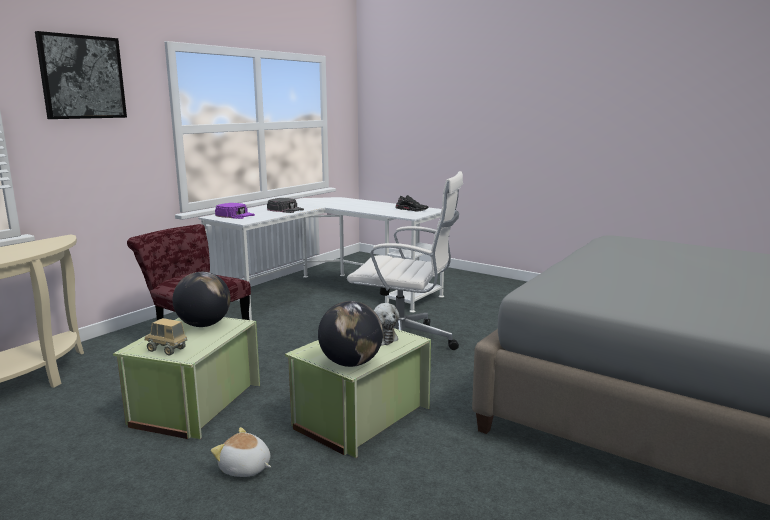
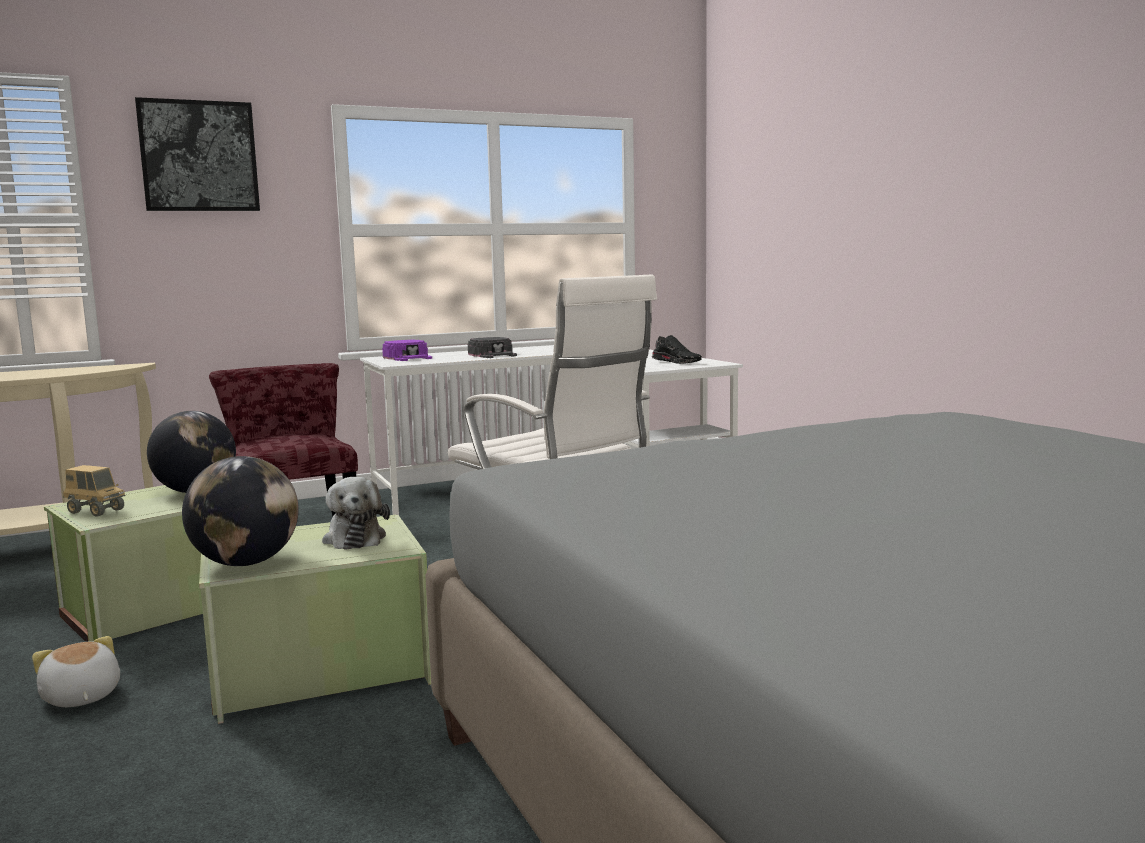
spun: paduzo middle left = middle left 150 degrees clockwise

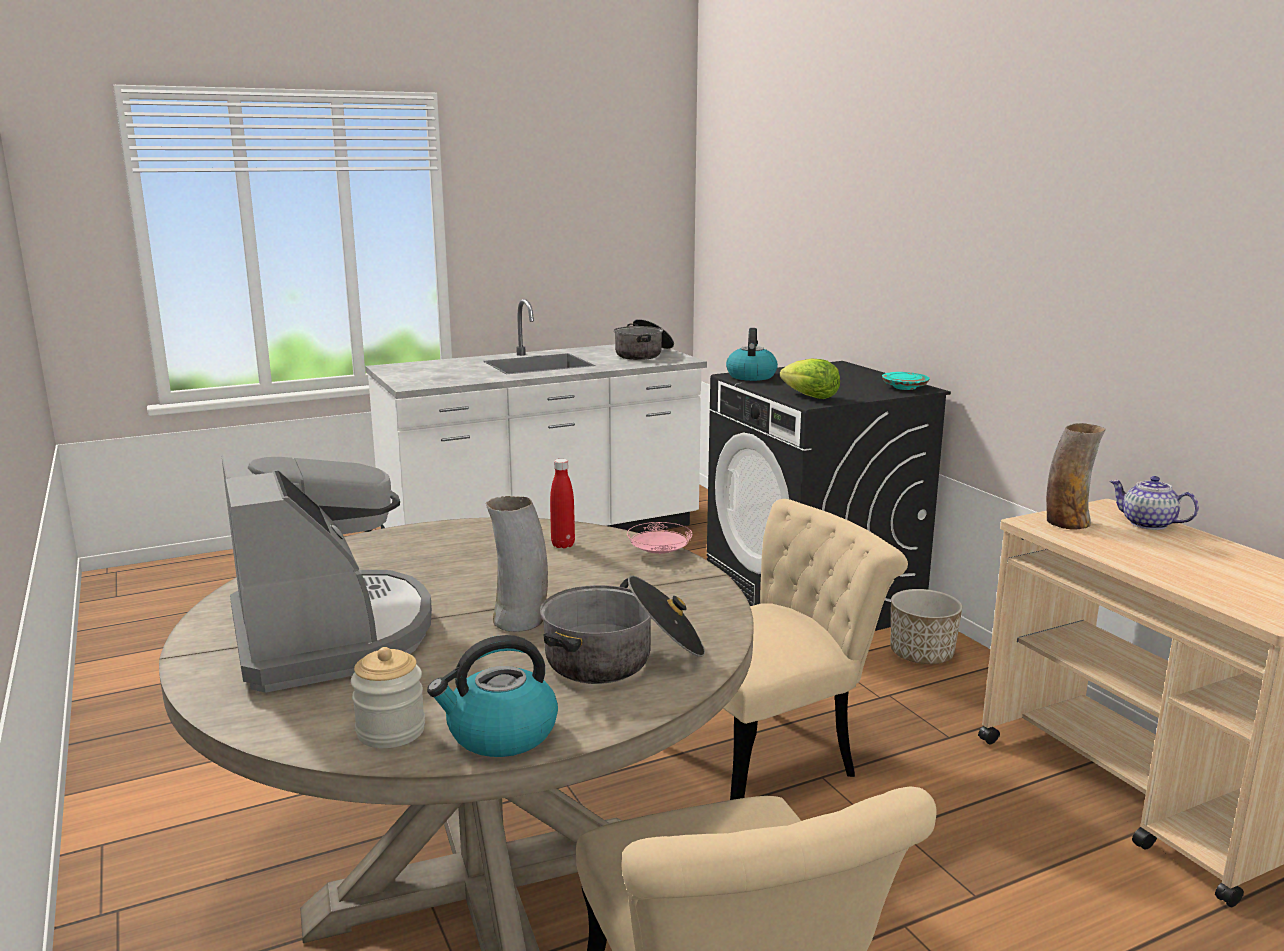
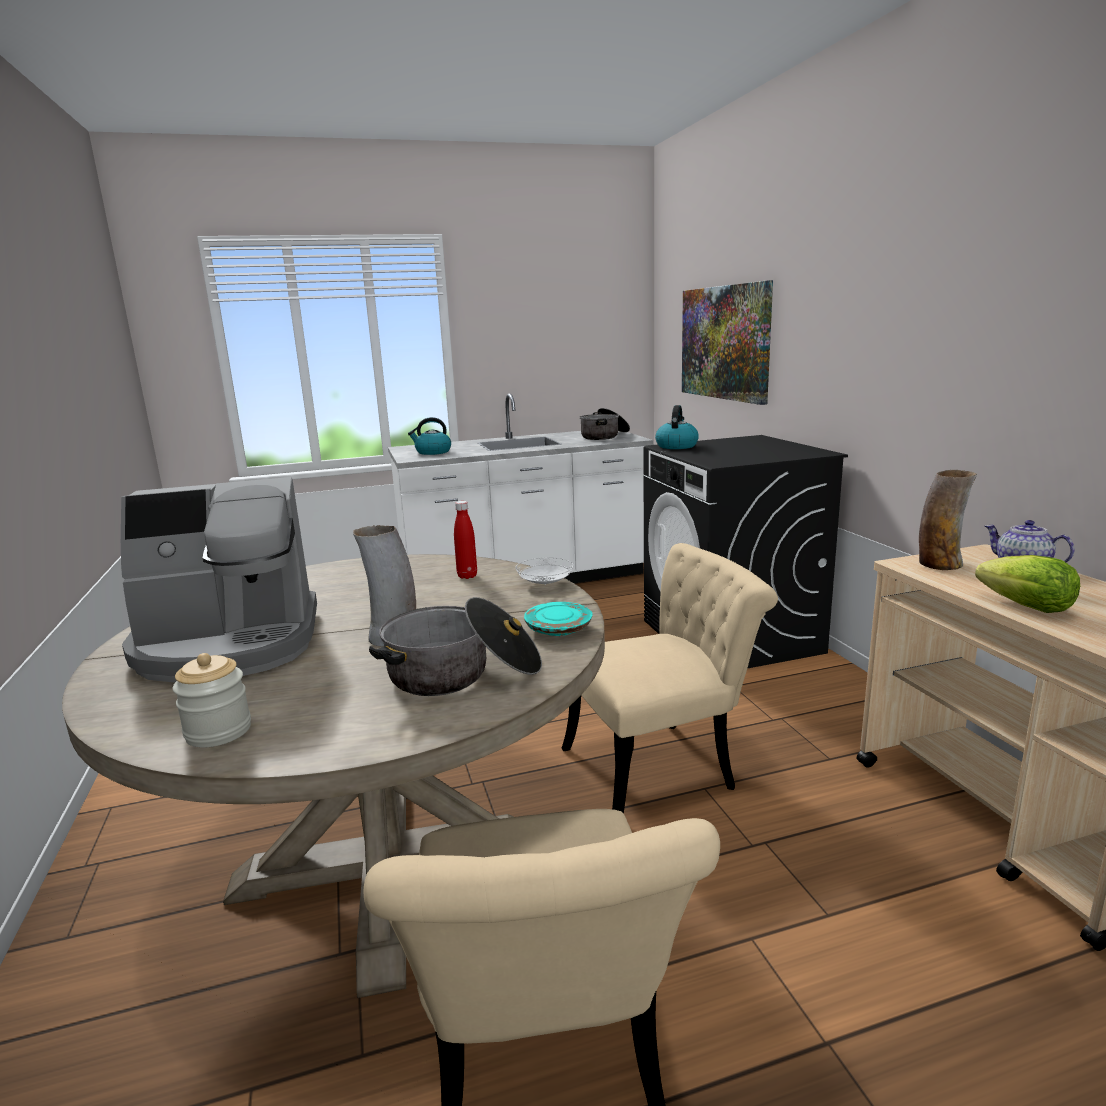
missing: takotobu middle right
appeared: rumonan top centre
relocated: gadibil centre to middle right; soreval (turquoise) middle right to centre; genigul (no. 1 from left) bottom centre to centre
colour: soreval (pink) centre to soreval (white) centre
spun: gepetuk middle left = middle left 90 degrees clockwise

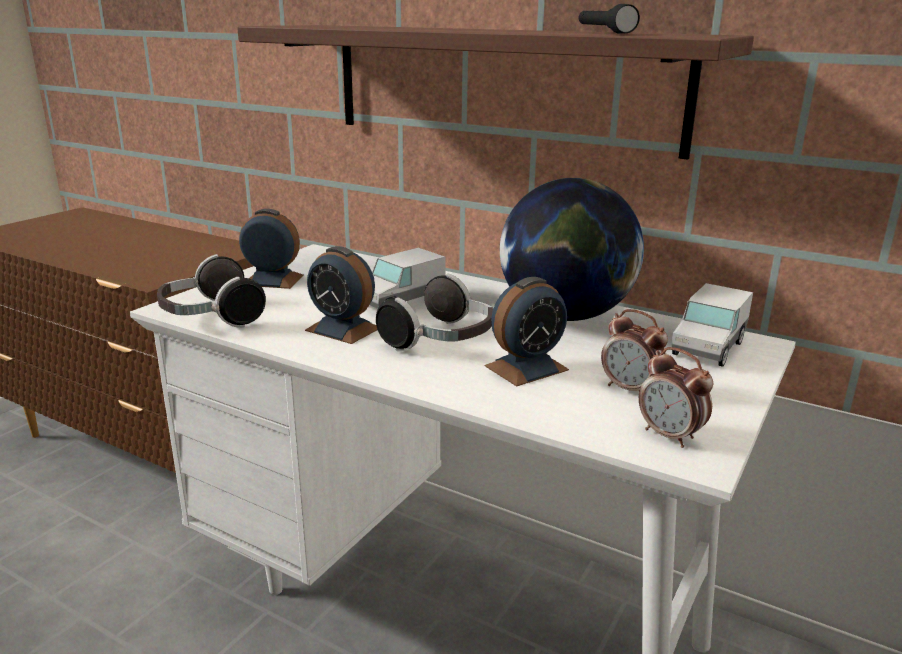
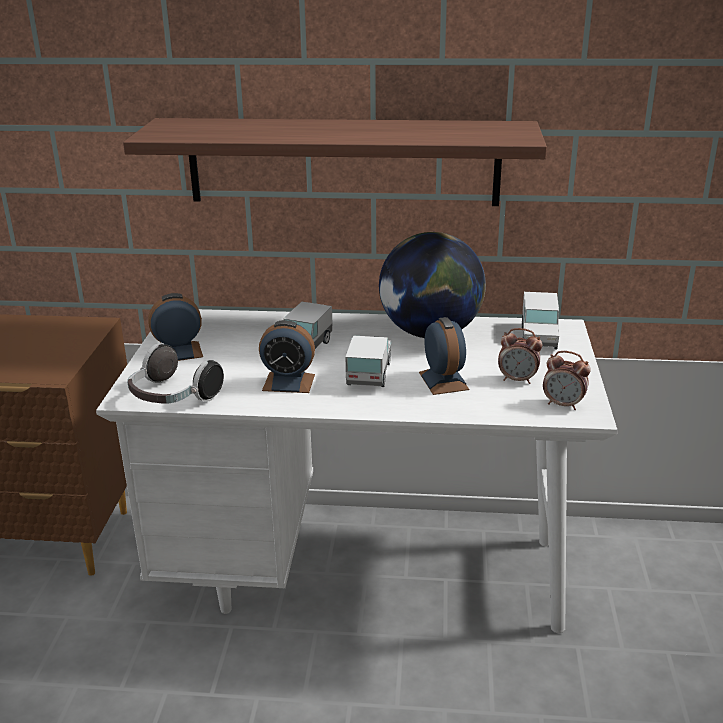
missing: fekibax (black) top right
exchanged: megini (no. 2 from left) centre to paduzo (no. 2 from left) centre
spun: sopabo (no. 3 from left) centre = centre 45 degrees counterclockwise

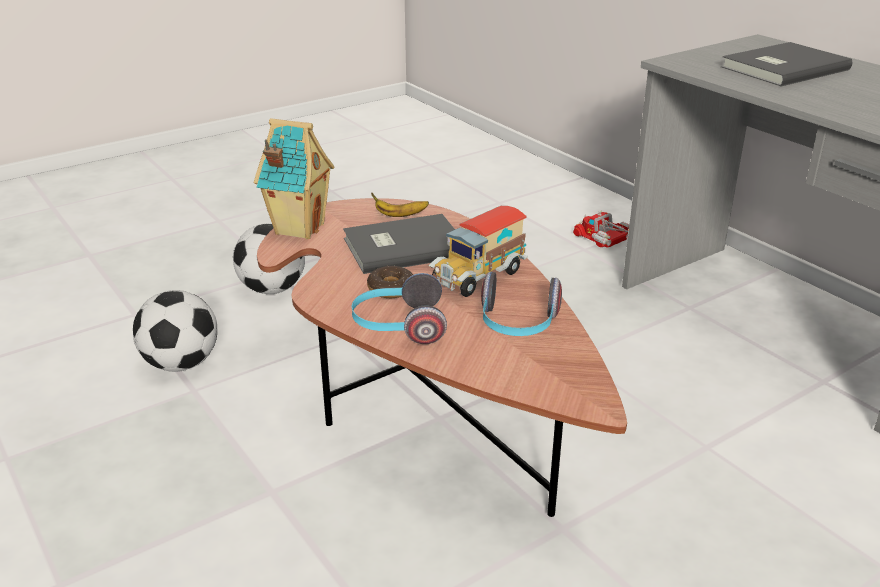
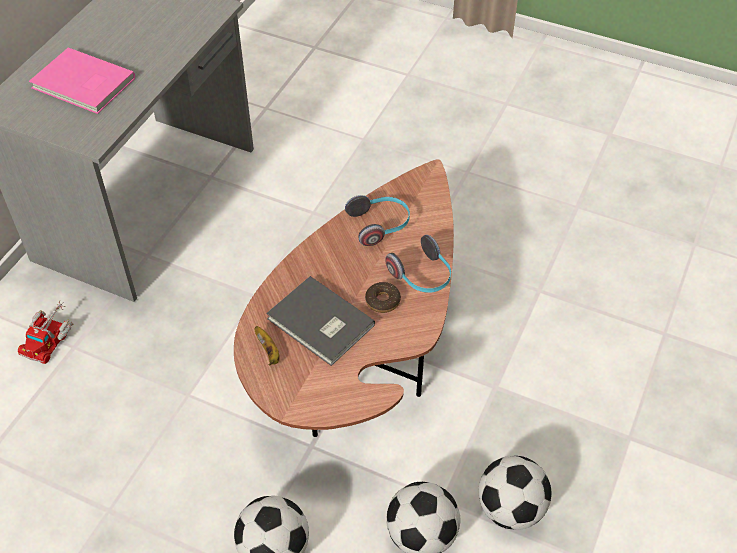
missing: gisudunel top centre; paduzo (no. 1 from left) centre
appeared: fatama (no. 3 from left) bottom right
colour: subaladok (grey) (no. 2 from left) top right to subaladok (pink) top left

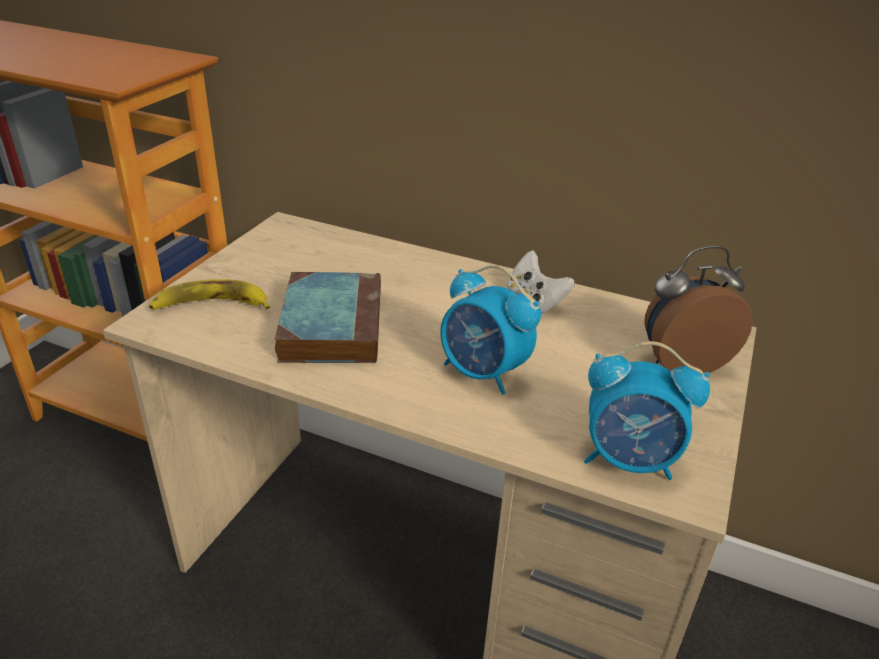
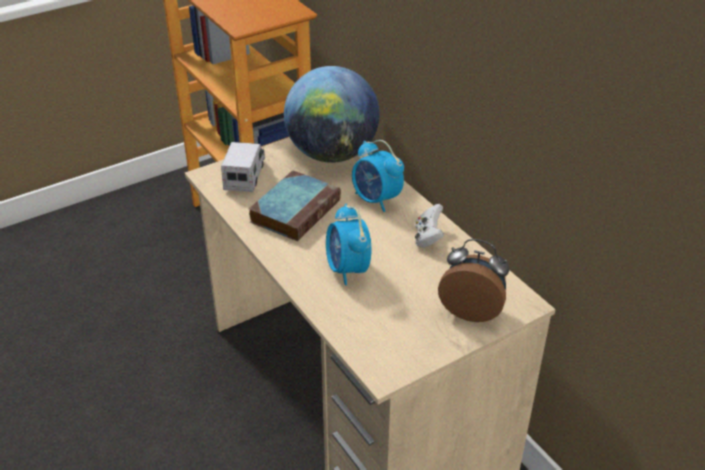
appeared: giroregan top centre
relocated: sopabo (no. 2 from left) middle right to centre
exchanged: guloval middle left to paduzo centre

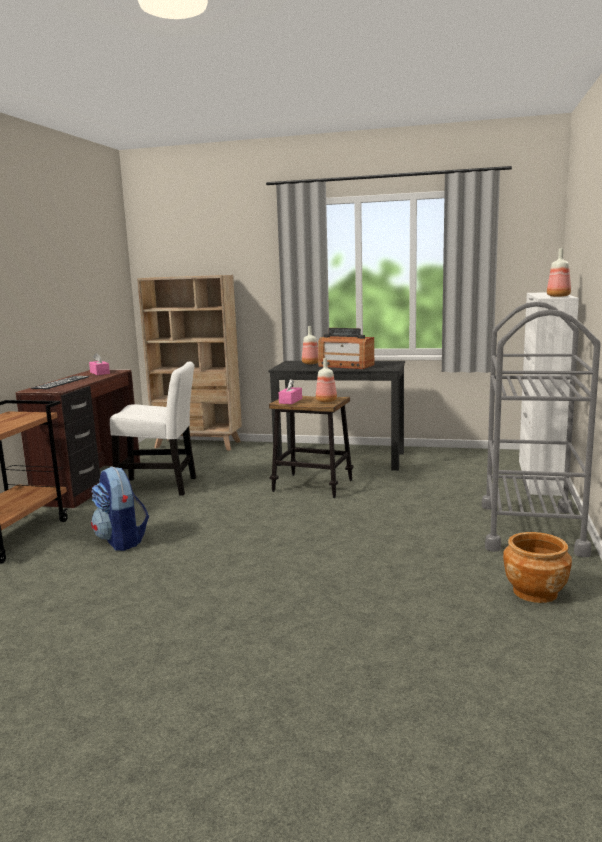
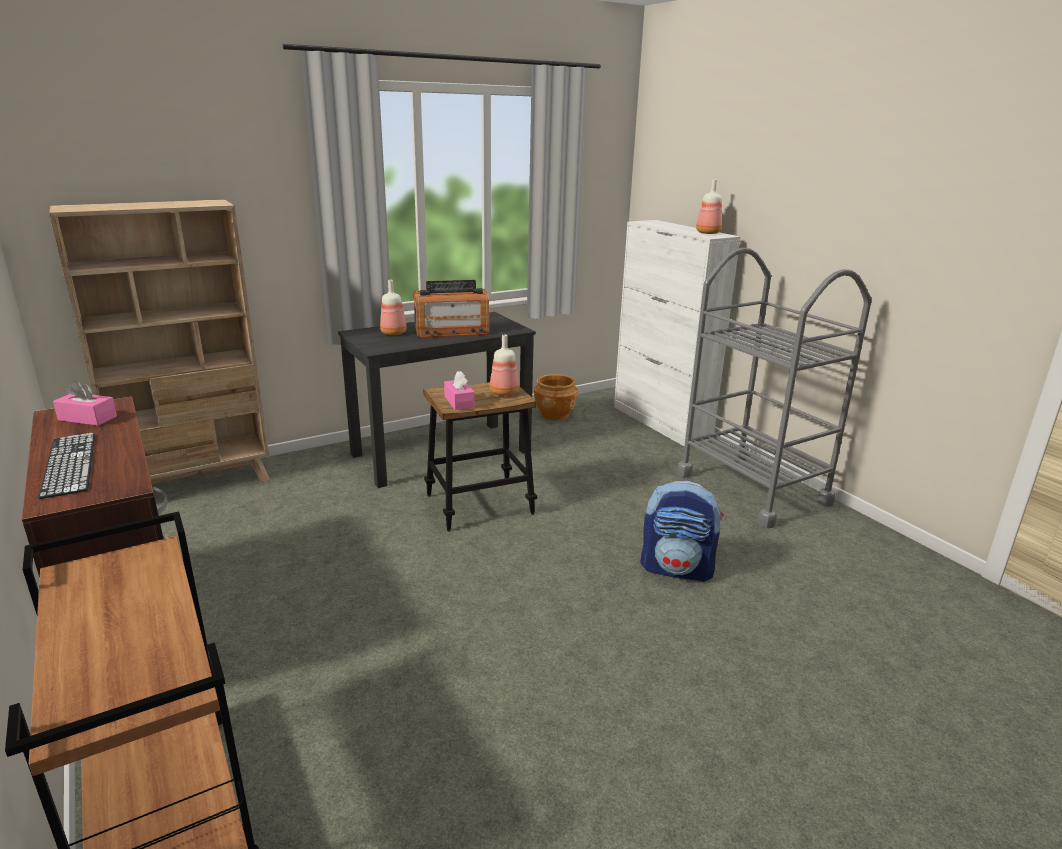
missing: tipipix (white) middle left
relocated: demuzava middle left to centre; takotobu (brown) bottom right to centre

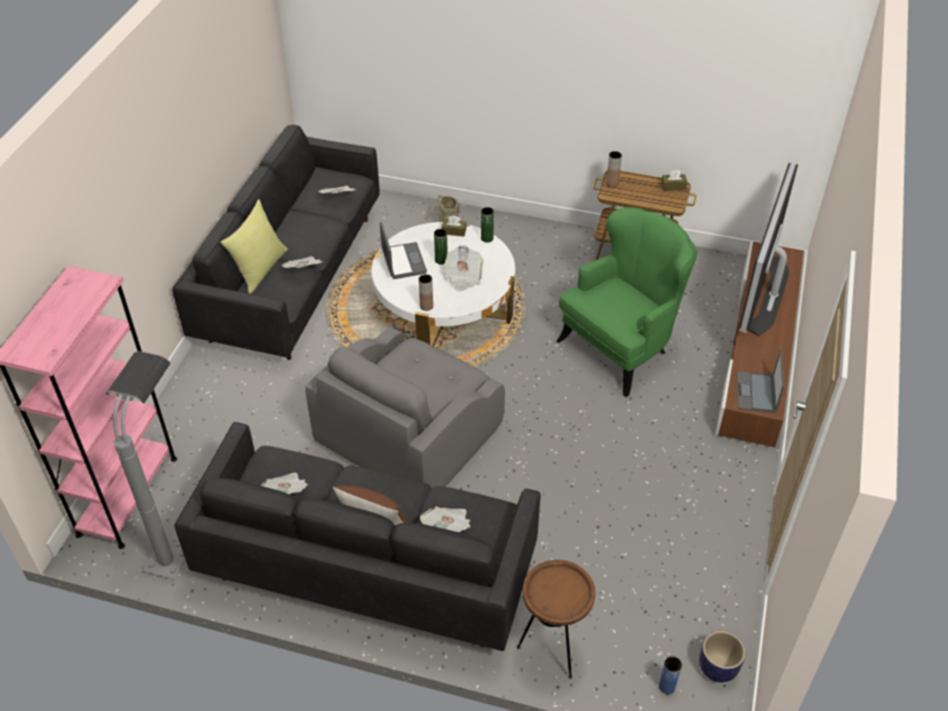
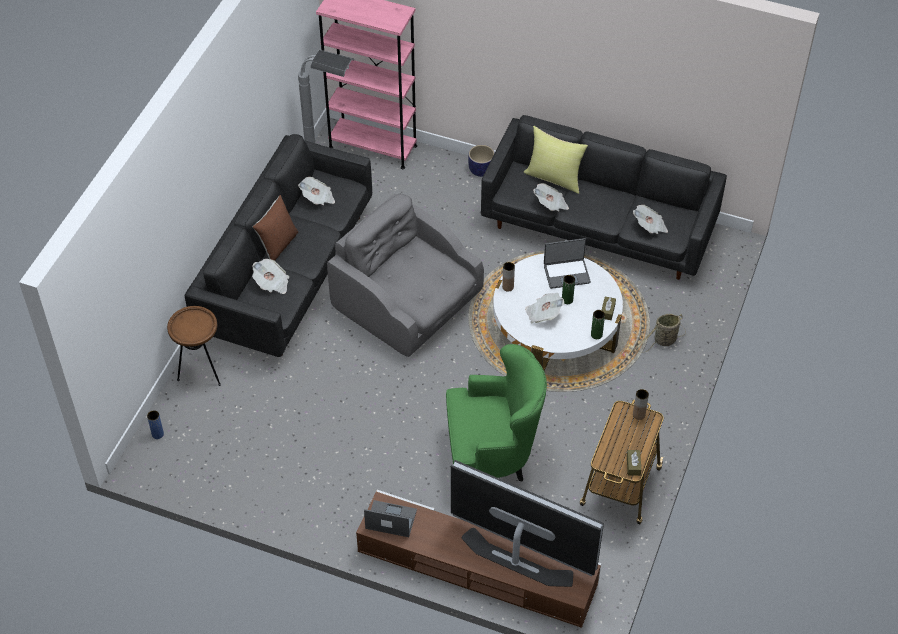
relocated: takotobu bottom right to top centre
spun: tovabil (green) centre = centre 60 degrees counterclockwise

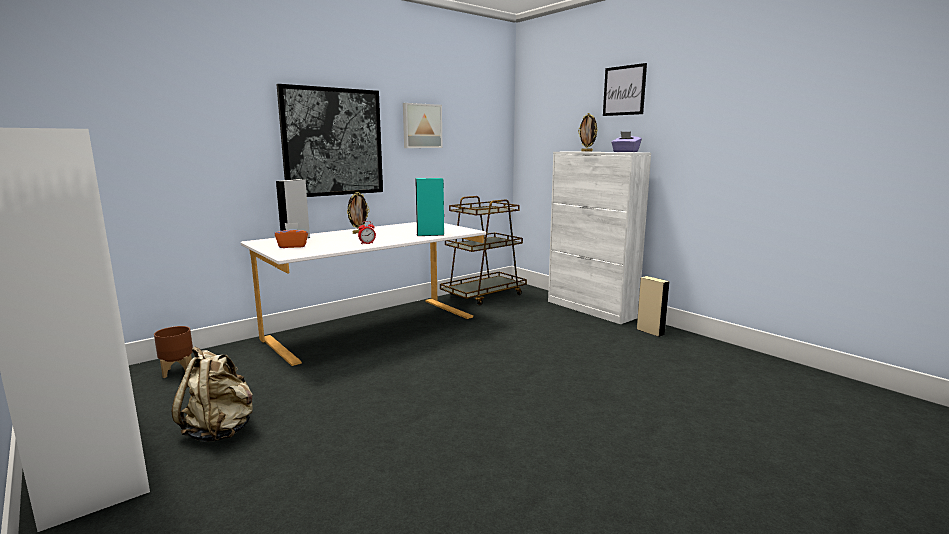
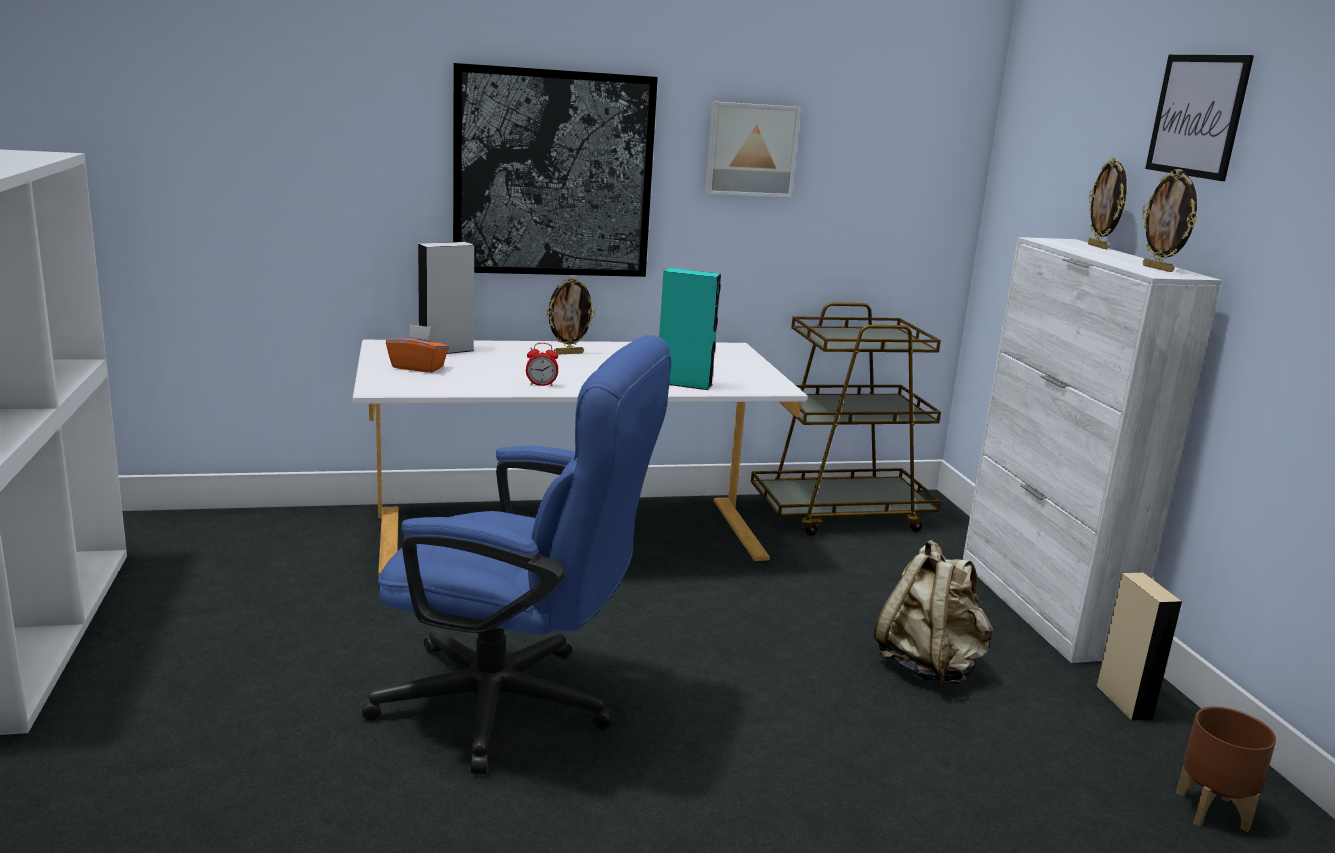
appeared: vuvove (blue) centre
relocated: takotobu (brown) middle left to bottom right; demuzava (beige) bottom left to bottom right
exchanged: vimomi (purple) top centre to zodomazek (no. 3 from left) top right

